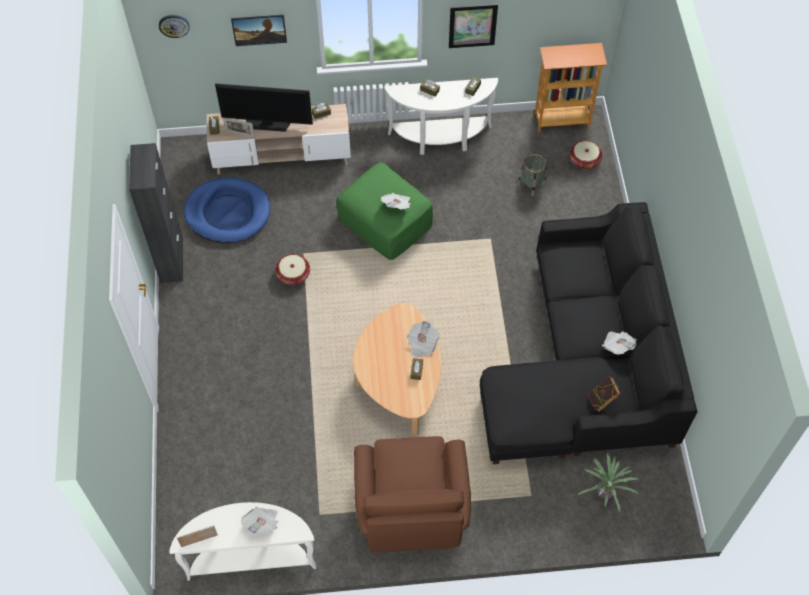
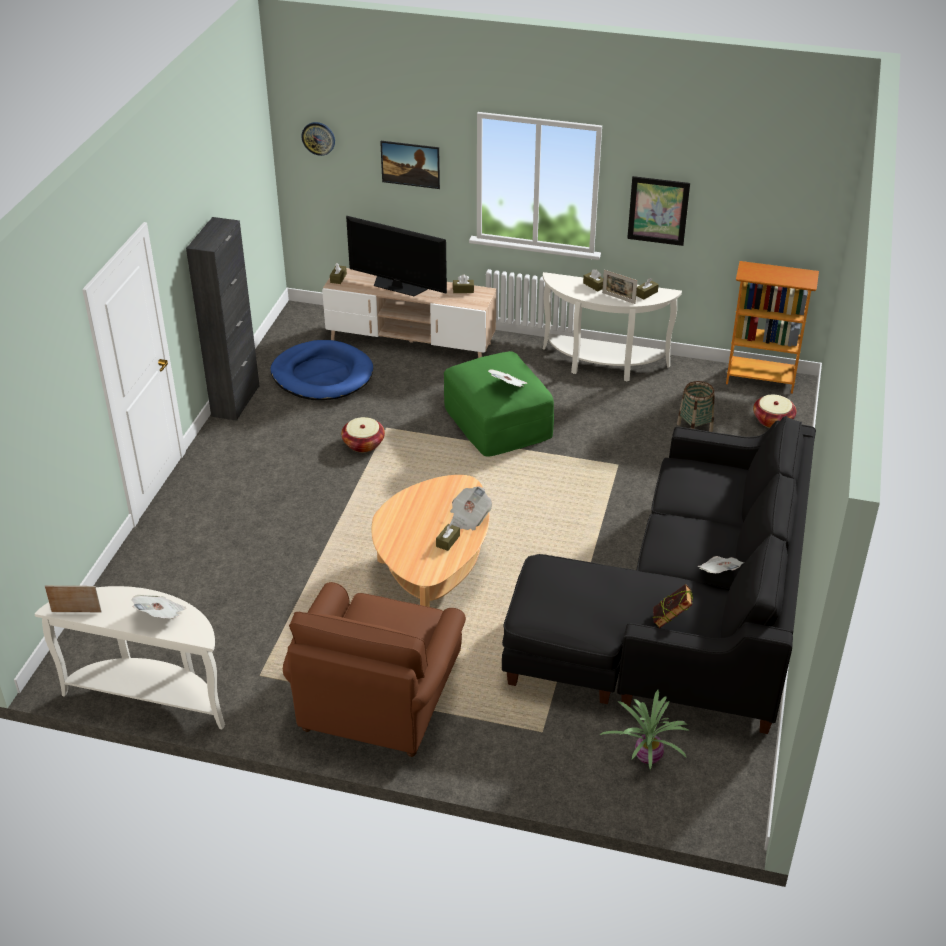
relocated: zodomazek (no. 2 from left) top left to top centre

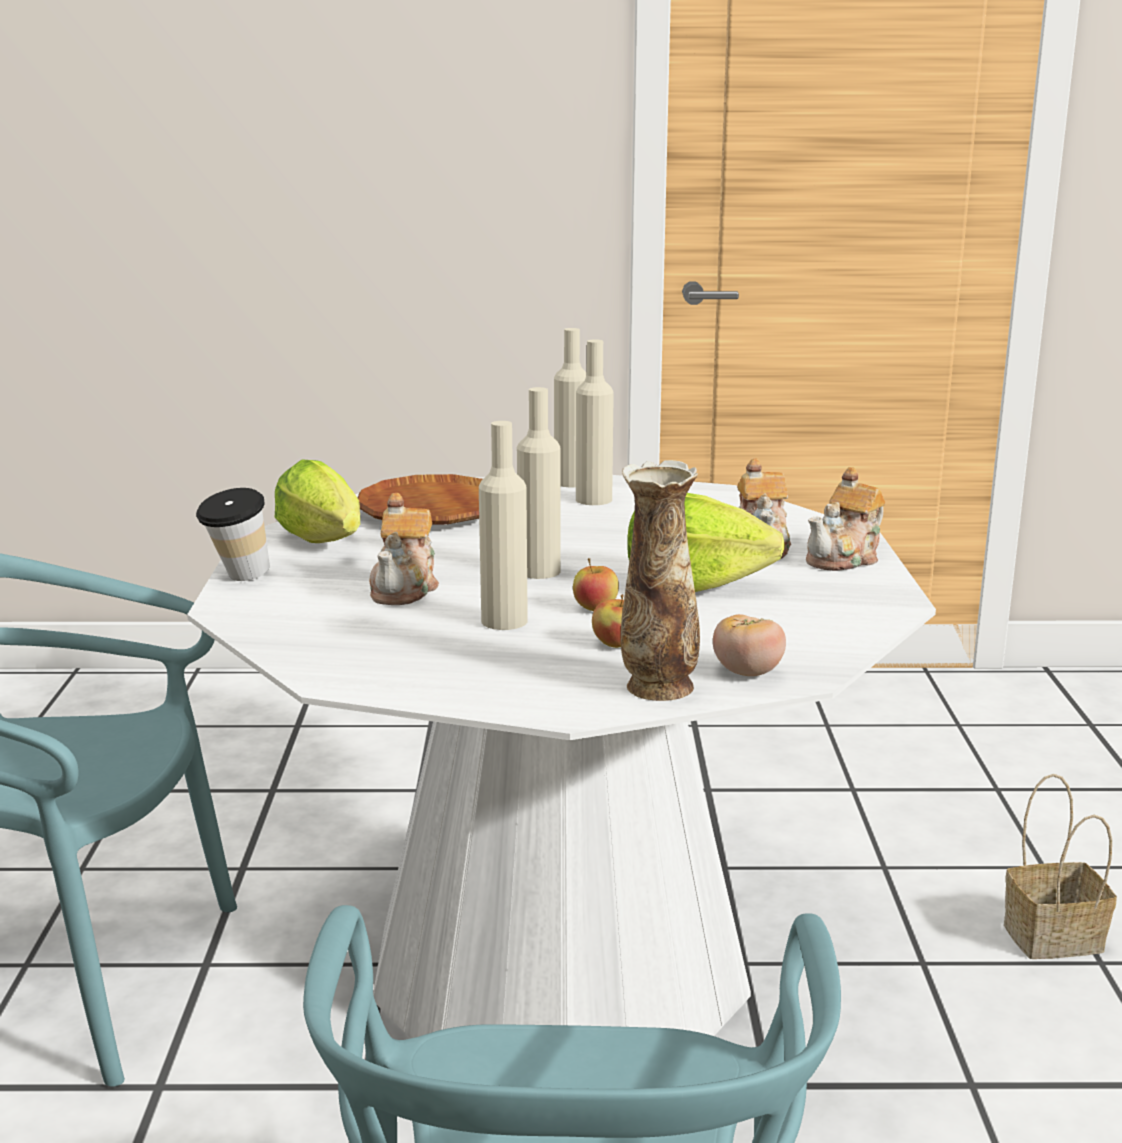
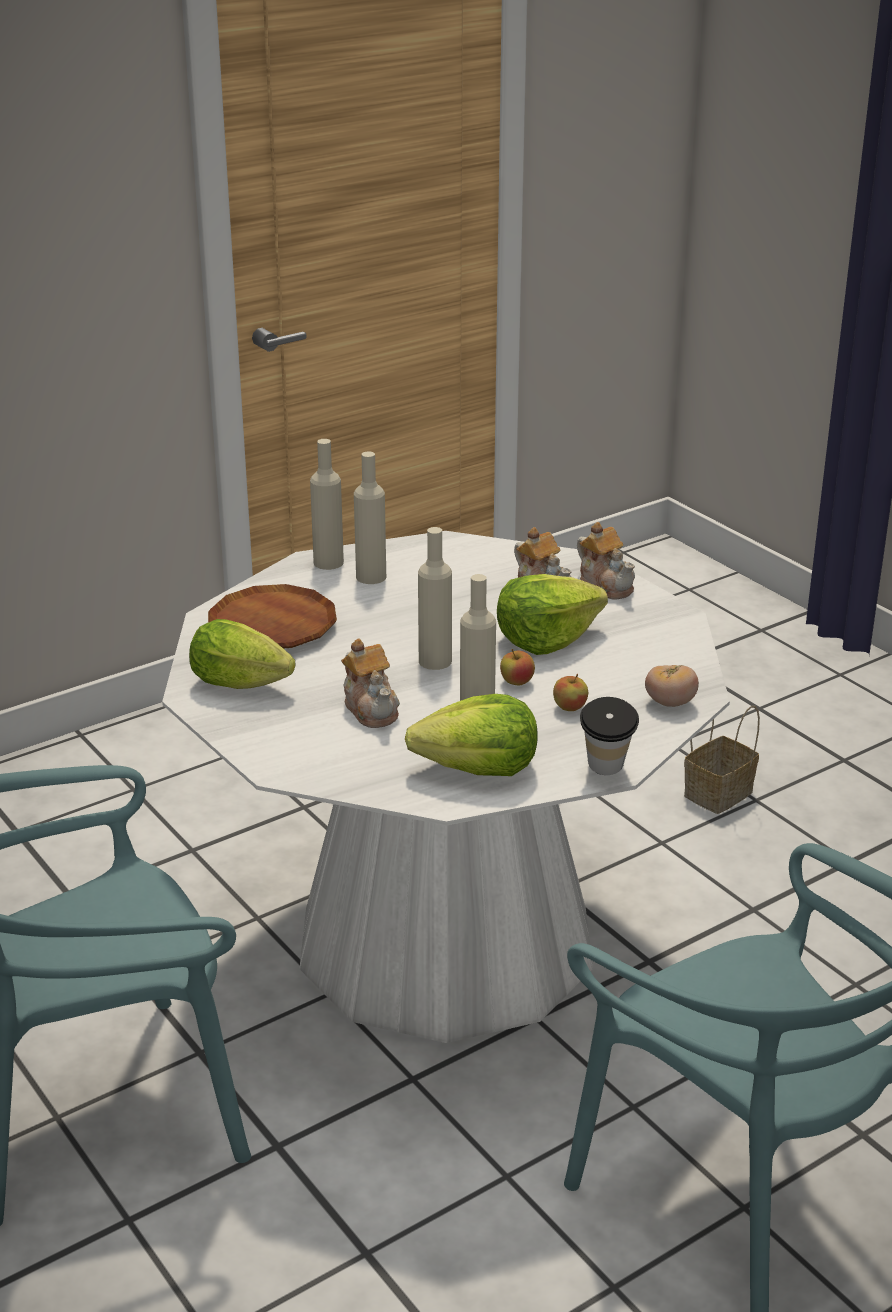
missing: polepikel centre
appeared: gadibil (no. 2 from left) centre
relocated: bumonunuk middle left to middle right
spun: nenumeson (no. 3 from left) middle right = middle right 45 degrees counterclockwise

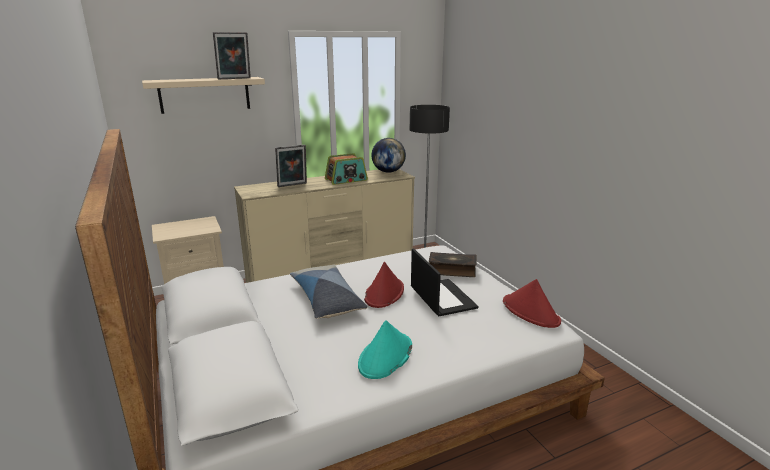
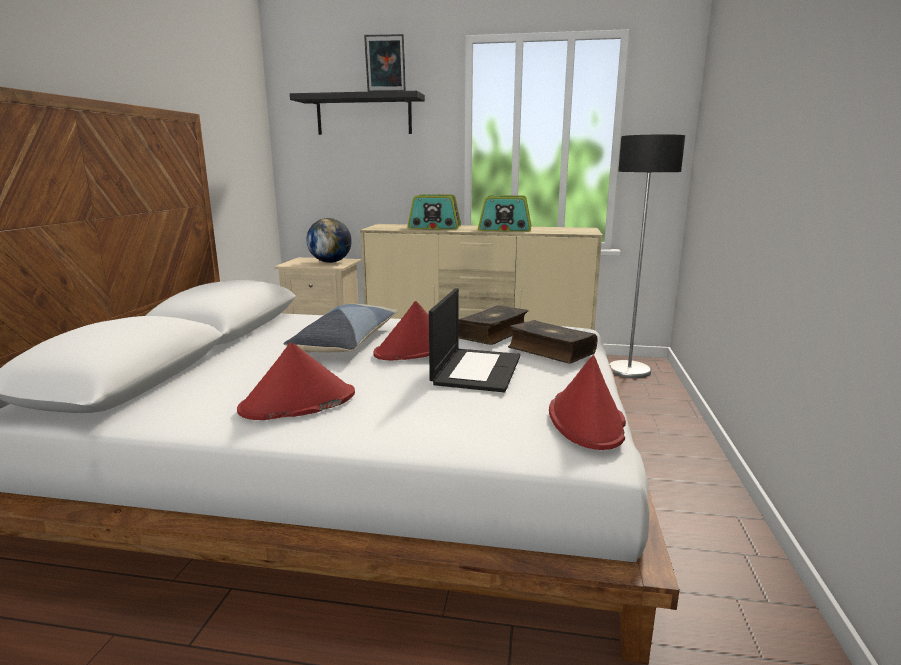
appeared: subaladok (no. 1 from left) centre
relocated: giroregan top centre to centre
exchanged: zodomazek (no. 2 from left) centre to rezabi (no. 1 from left) top centre
colour: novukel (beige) top left to novukel (black) top centre; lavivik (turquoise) bottom centre to lavivik (red) (no. 1 from left) middle left

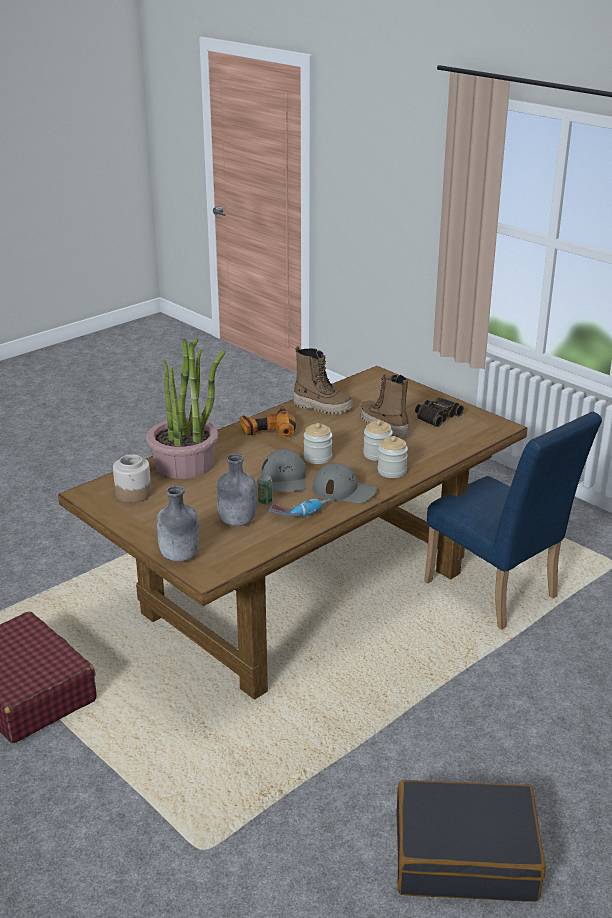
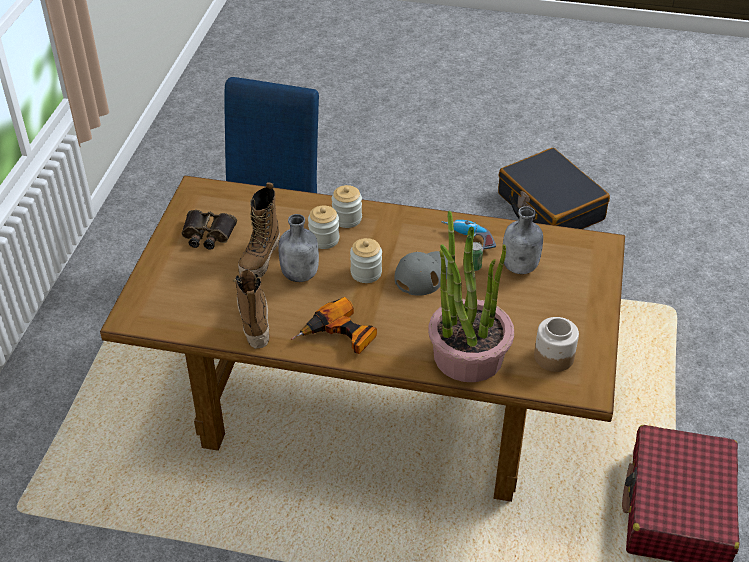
missing: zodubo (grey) (no. 2 from left) centre
relocated: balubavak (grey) (no. 1 from left) middle left to centre

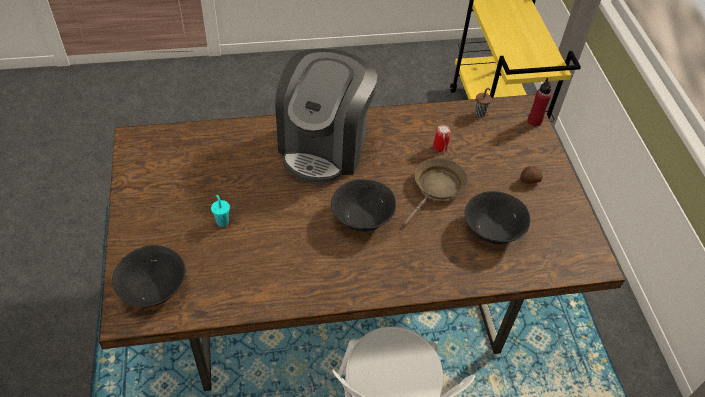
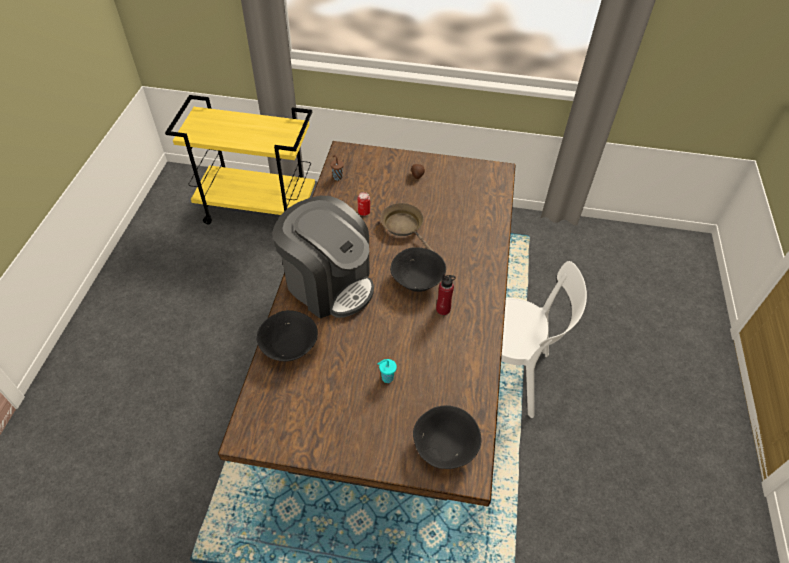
relocated: balubavak (red) top right to centre; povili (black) (no. 3 from left in the first image) middle right to povili (black) (no. 1 from left) centre

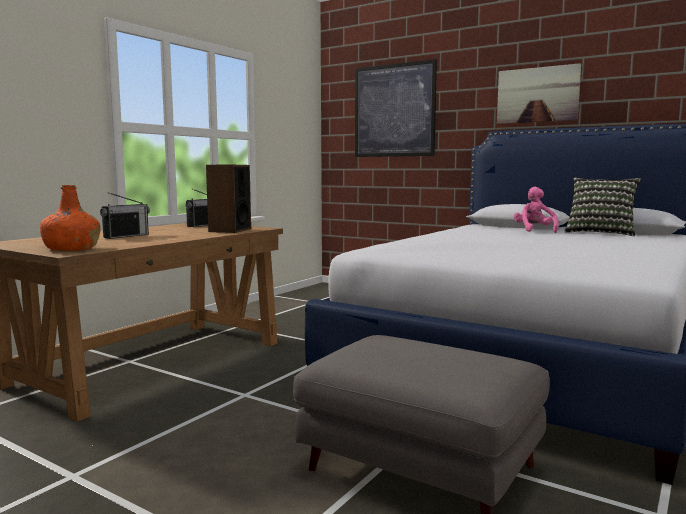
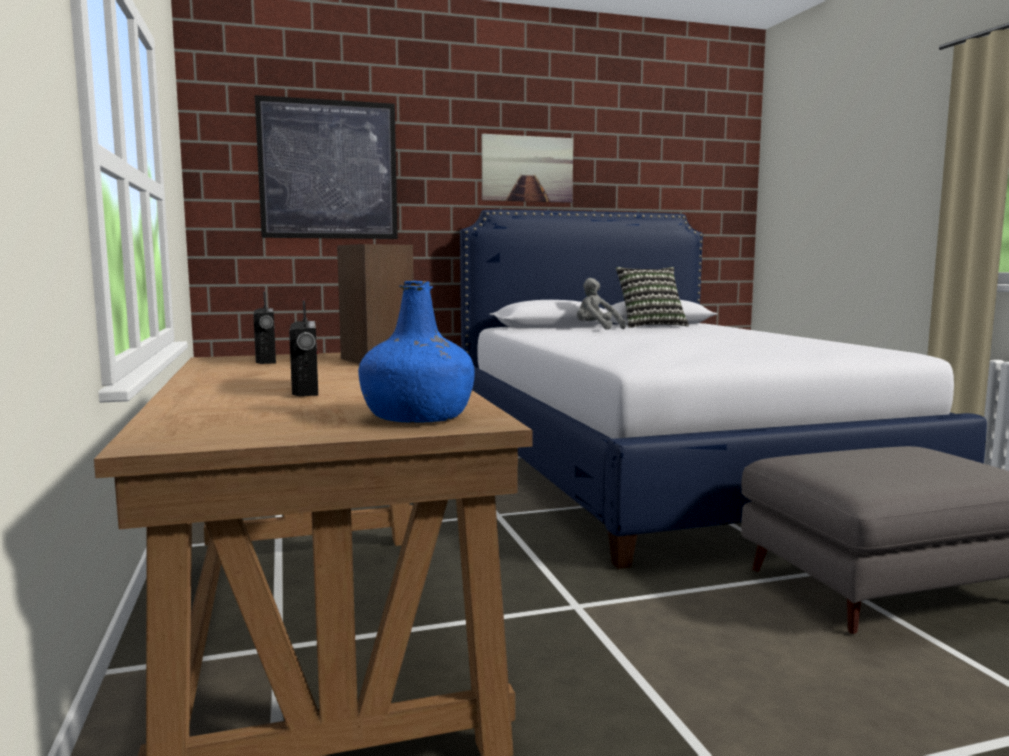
colour: balubavak (orange) middle left to balubavak (blue) centre; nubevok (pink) middle right to nubevok (grey) centre

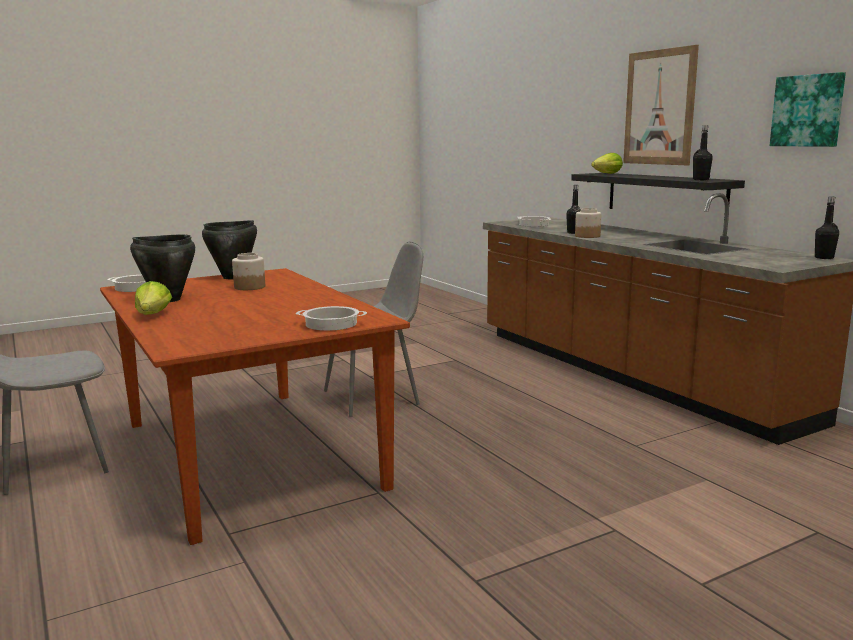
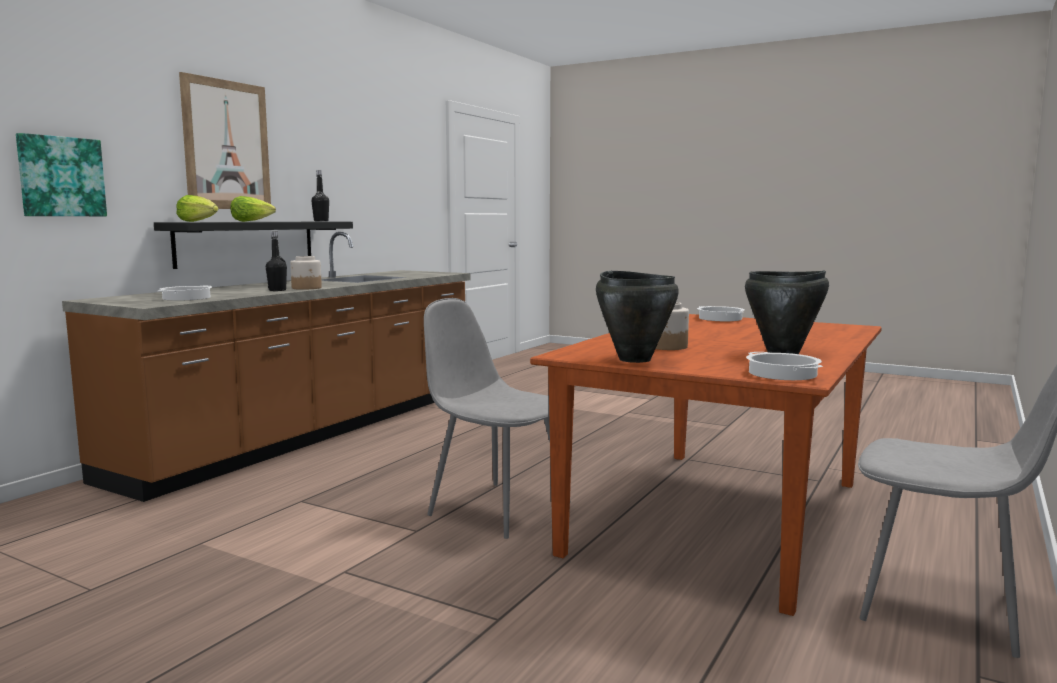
missing: balubavak (black) (no. 3 from left) middle right
relocated: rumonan (no. 2 from left in the first image) top right to rumonan (no. 1 from left) top left; gadibil (no. 1 from left in the first image) middle left to gadibil (no. 2 from left) top left

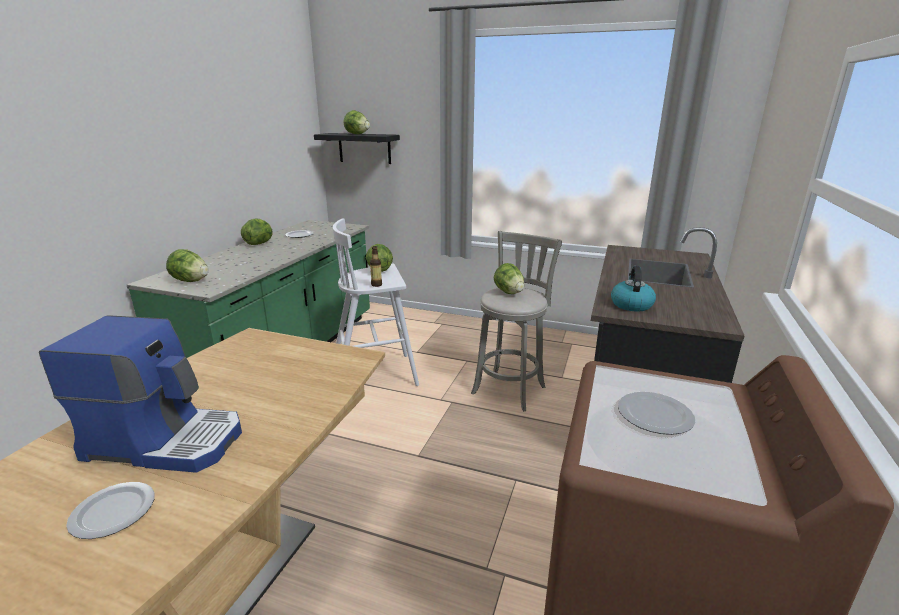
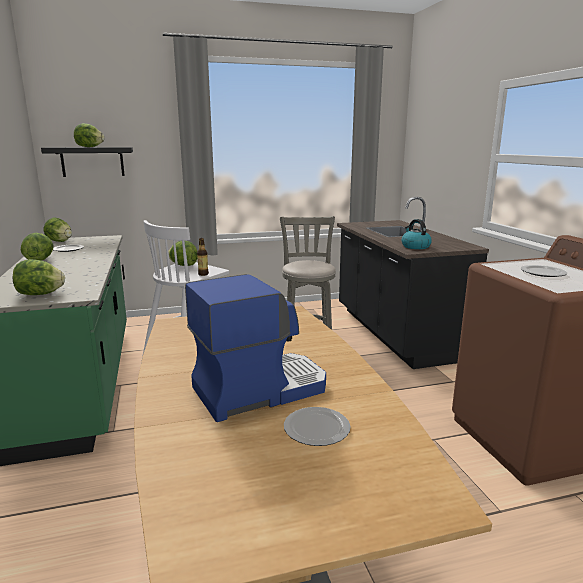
relocated: gadibil (no. 5 from left in the first image) centre to gadibil (no. 3 from left) middle left

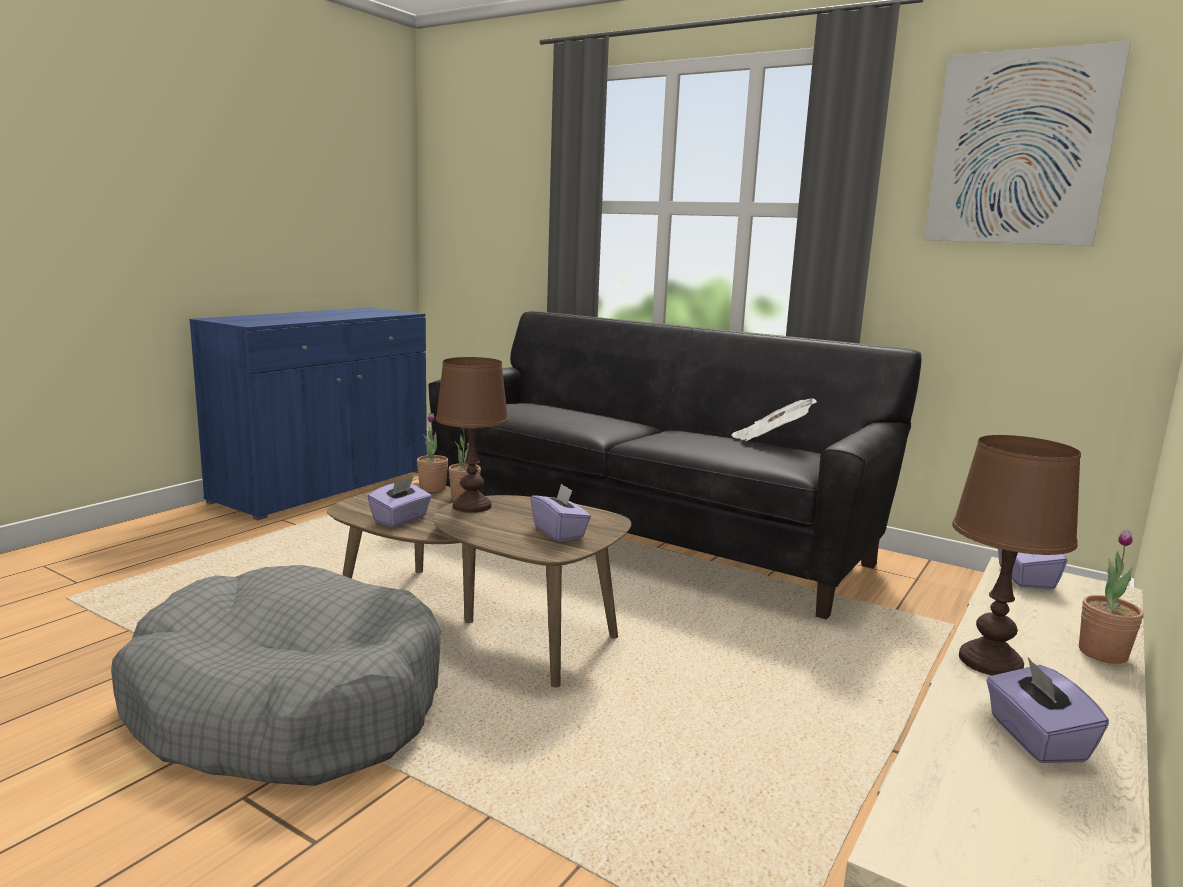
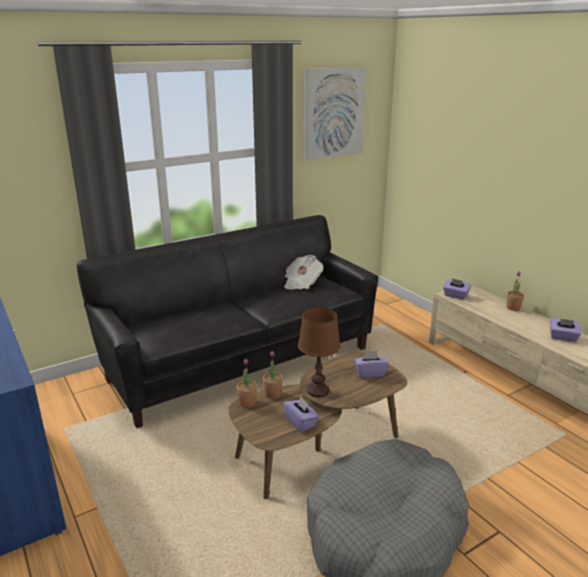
missing: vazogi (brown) (no. 2 from left) middle right

